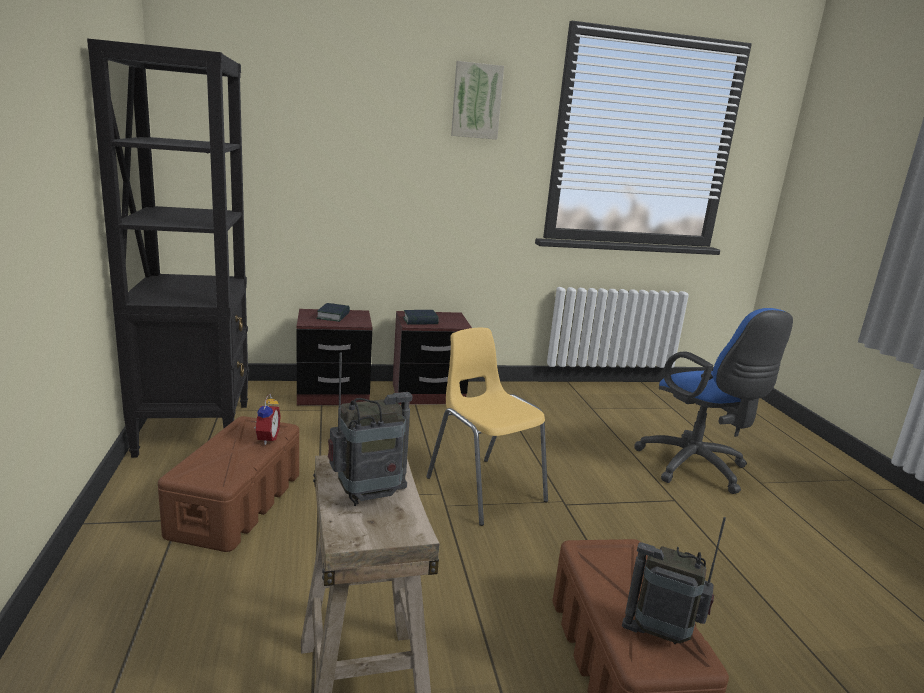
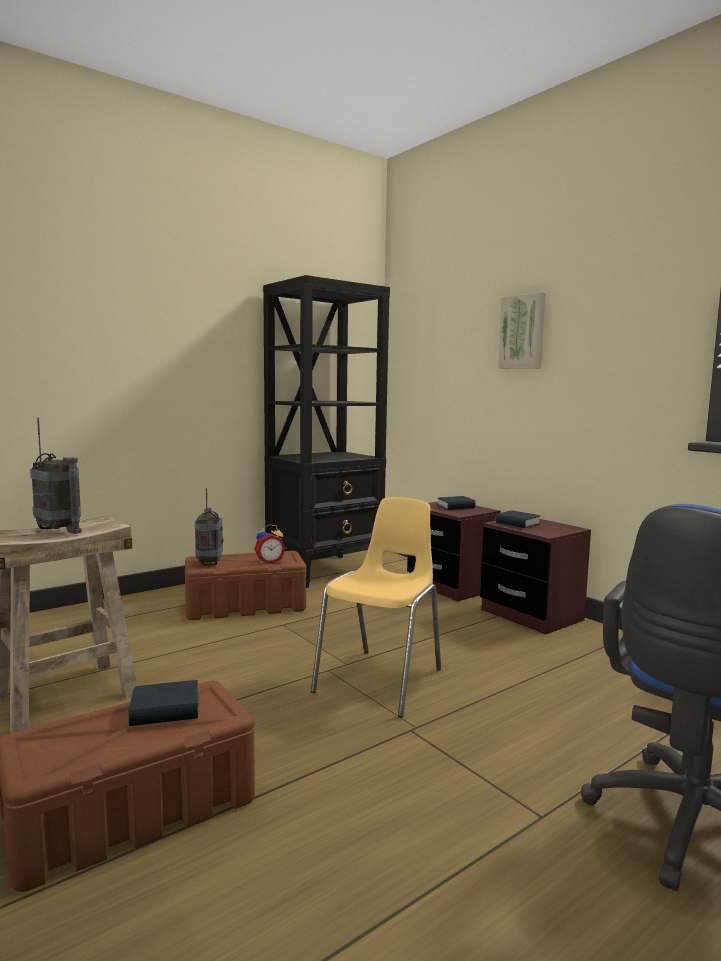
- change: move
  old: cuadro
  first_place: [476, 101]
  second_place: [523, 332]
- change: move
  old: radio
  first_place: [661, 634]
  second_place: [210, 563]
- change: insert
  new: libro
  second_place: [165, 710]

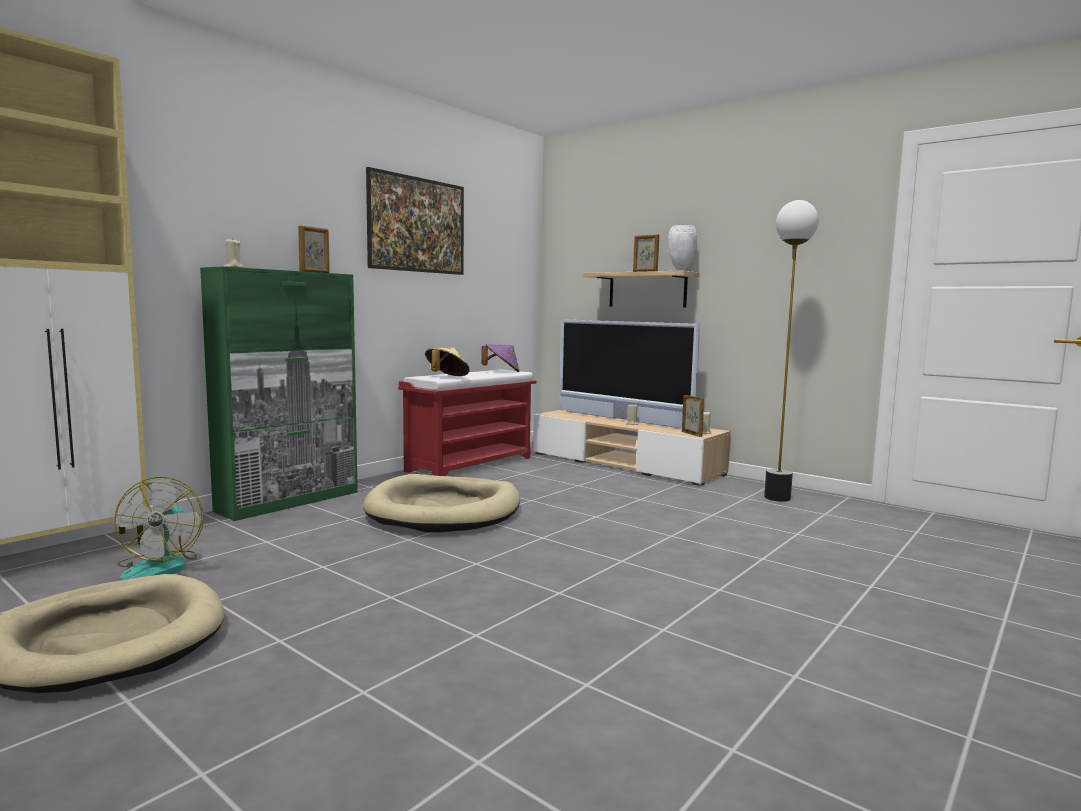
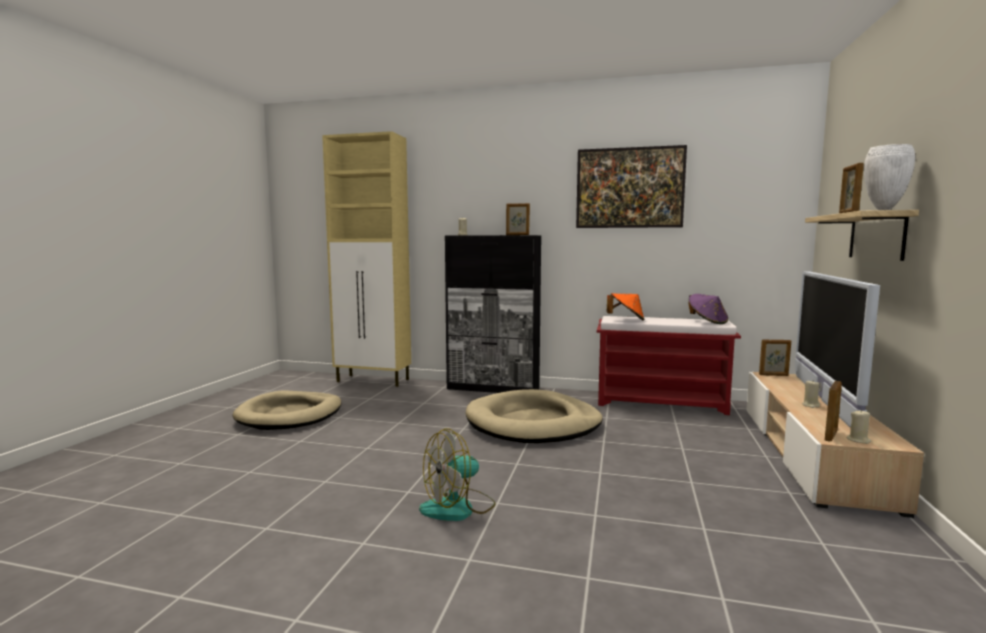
- change: delete
  old: lámpara de pie
  first_place: [777, 498]
- change: recolor
  old: armario (verde)
  new: armario (negro)
  first_place: [290, 501]
  second_place: [493, 388]
- change: recolor
  old: sombrero (beis)
  new: sombrero (naranja)
  first_place: [446, 377]
  second_place: [626, 320]
- change: move
  old: ventilador
  first_place: [161, 566]
  second_place: [458, 507]
- change: insert
  new: portarretratos
  second_place: [773, 375]

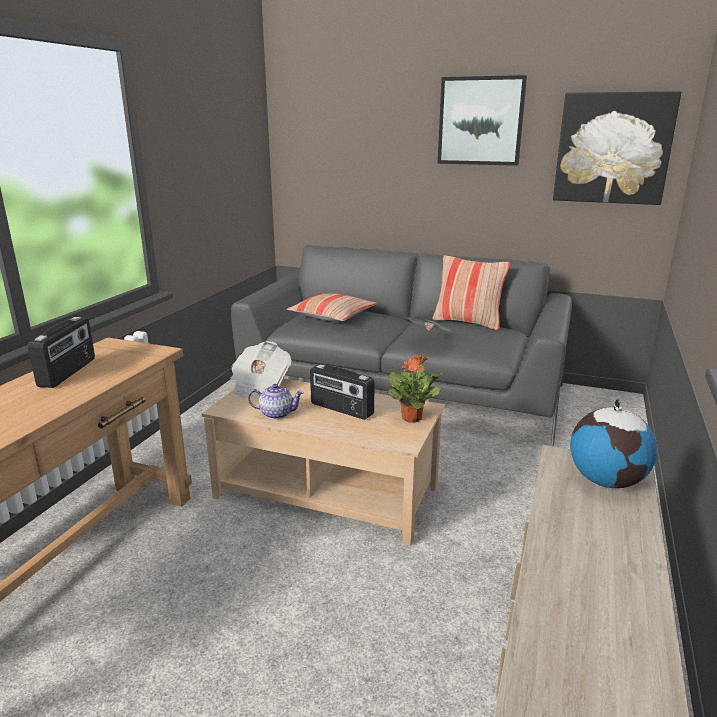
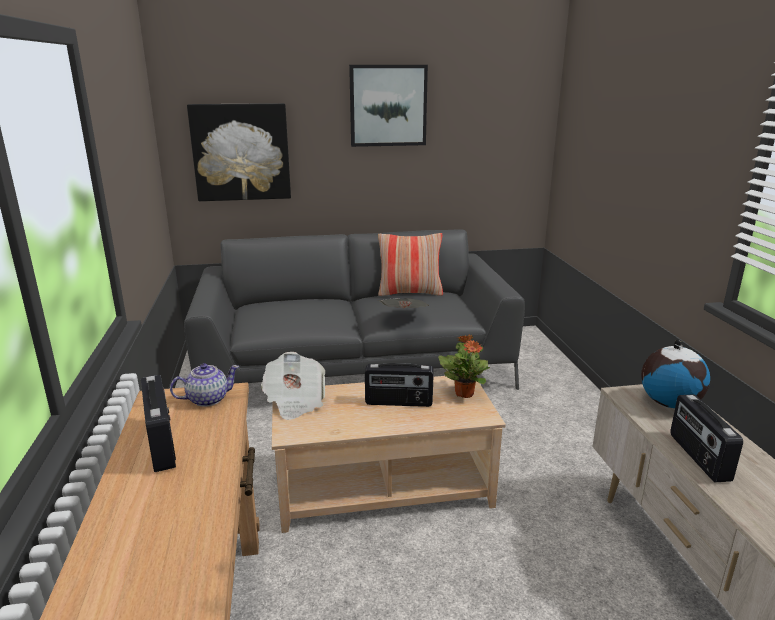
- change: move
  old: cuadro
  first_place: [613, 148]
  second_place: [241, 152]
- change: delete
  old: cojín
  first_place: [332, 316]
- change: move
  old: tetera
  first_place: [276, 414]
  second_place: [207, 399]
- change: insert
  new: radio
  second_place: [698, 457]

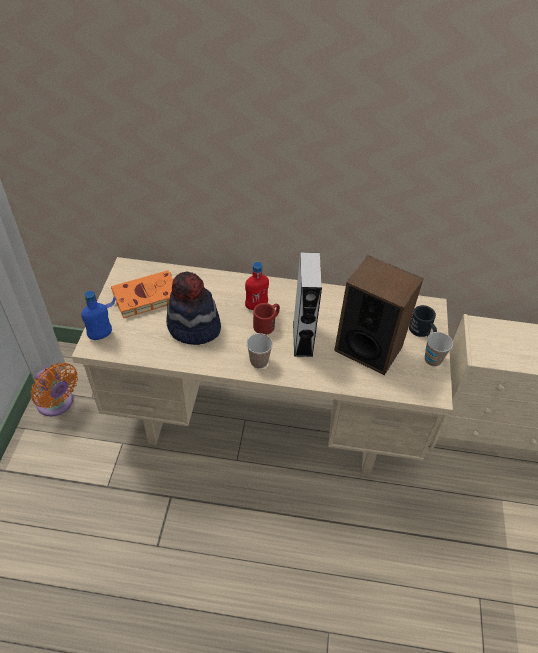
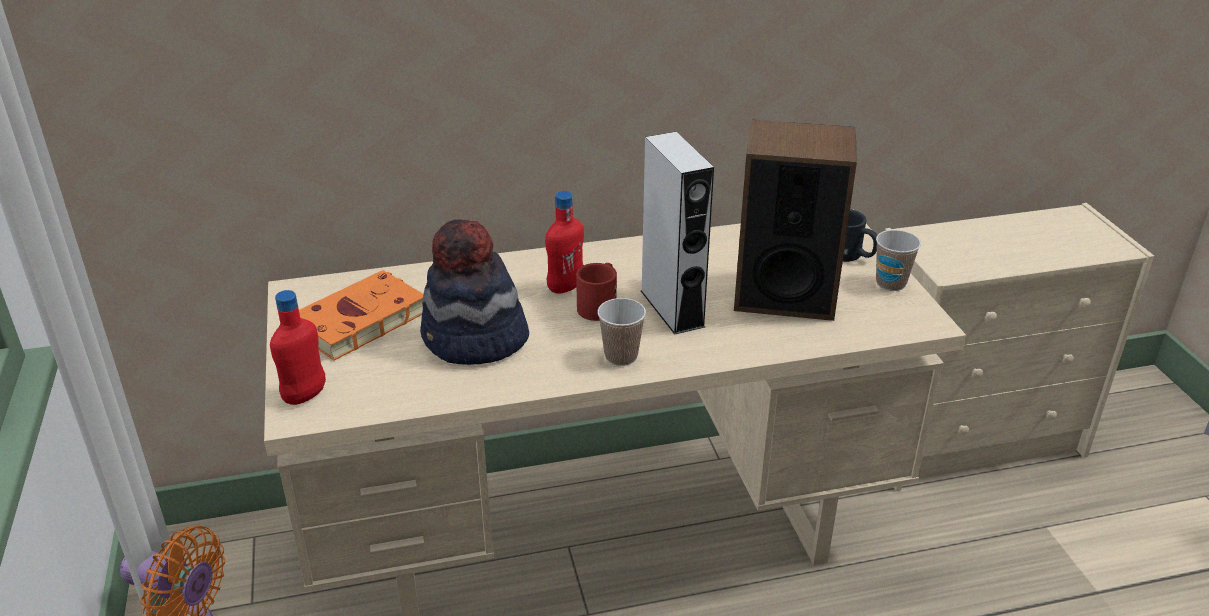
- change: recolor
  old: botella (azul)
  new: botella (rojo)
  first_place: [100, 335]
  second_place: [305, 396]

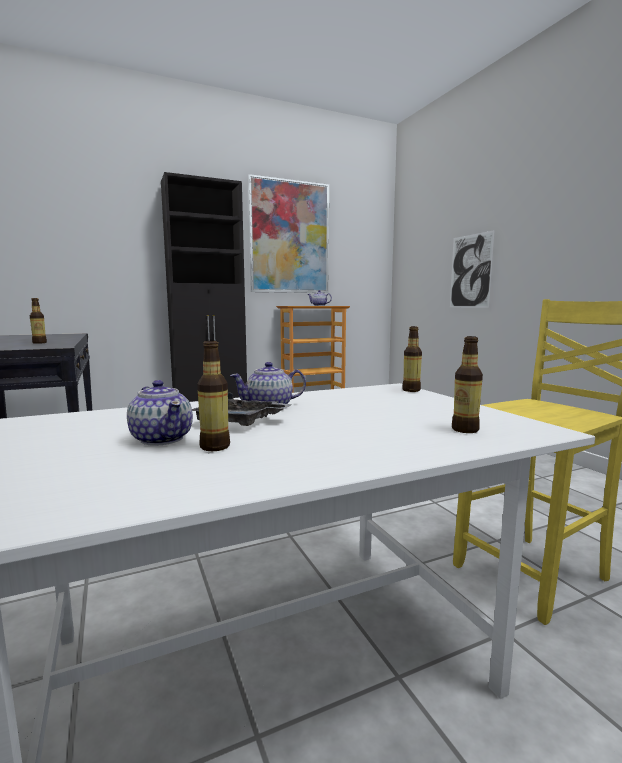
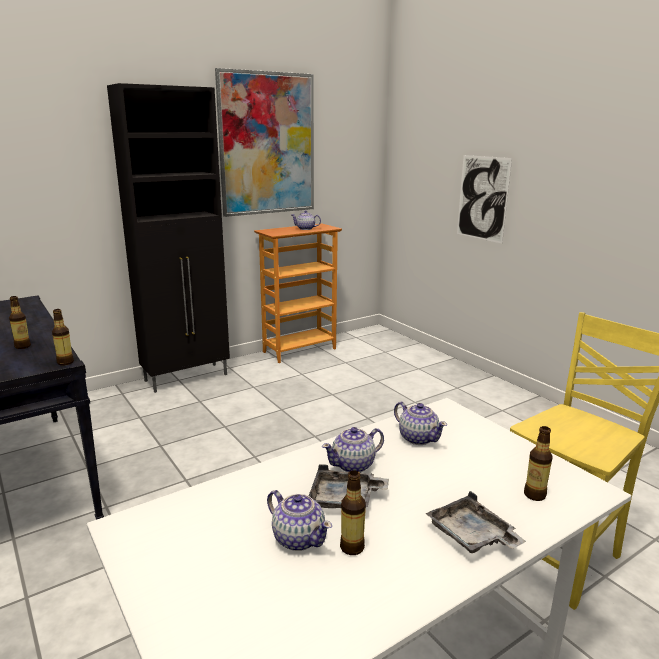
- change: move
  old: botella
  first_place: [411, 390]
  second_place: [65, 362]
- change: insert
  new: tetera
  second_place: [418, 438]
- change: insert
  new: bandeja (gris)
  second_place: [471, 536]

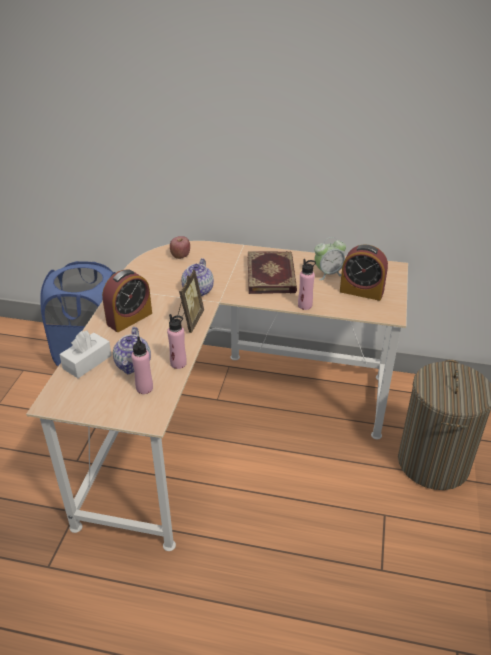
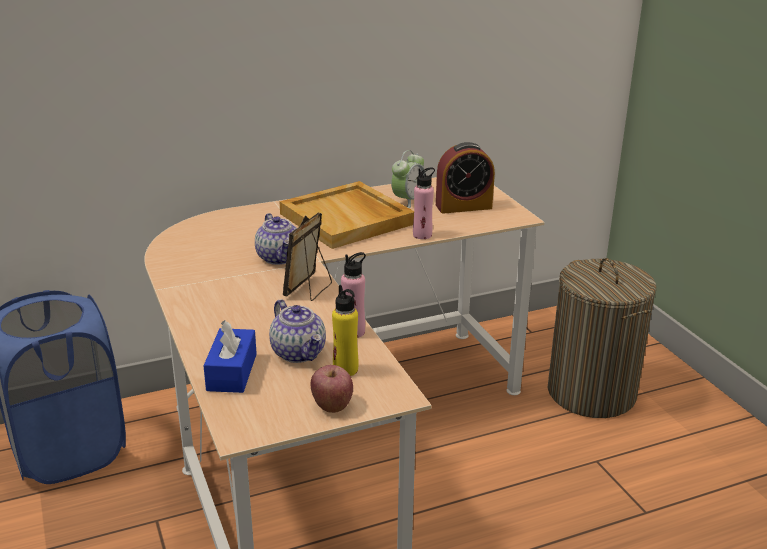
- change: move
  old: manzana
  first_place: [180, 255]
  second_place: [332, 405]
- change: replace
  old: libro
  new: bandeja (beis)
  first_place: [272, 275]
  second_place: [348, 219]
- change: delete
  old: despertador
  first_place: [129, 318]
- change: rotate
  old: portarretratos
  first_place: [189, 321]
  second_place: [309, 289]
  degrees: -135
- change: recolor
  old: caja de pañuelos (blanco)
  new: caja de pañuelos (azul)
  first_place: [87, 362]
  second_place: [232, 372]
- change: recolor
  old: botella (rosa)
  new: botella (amarillo)
  first_place: [144, 388]
  second_place: [345, 369]

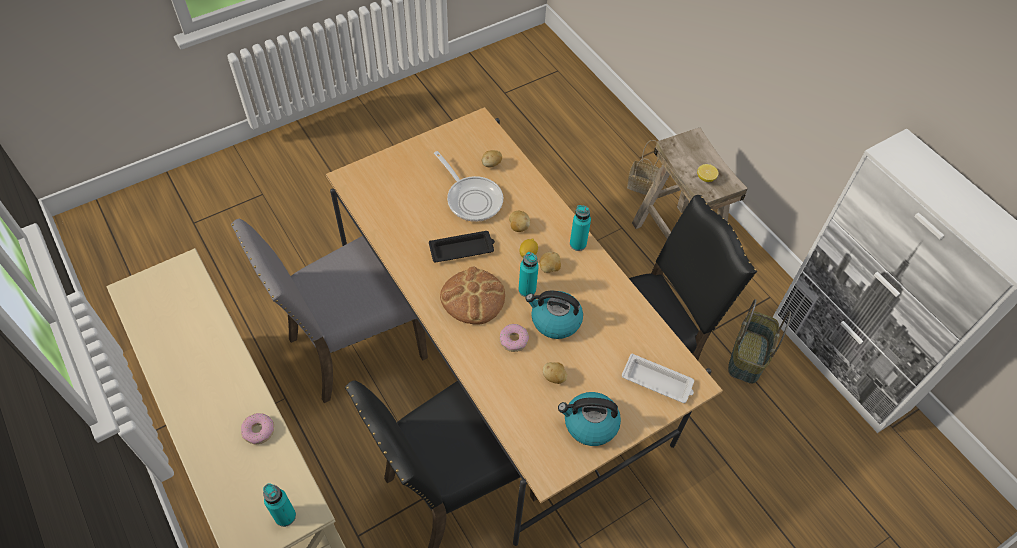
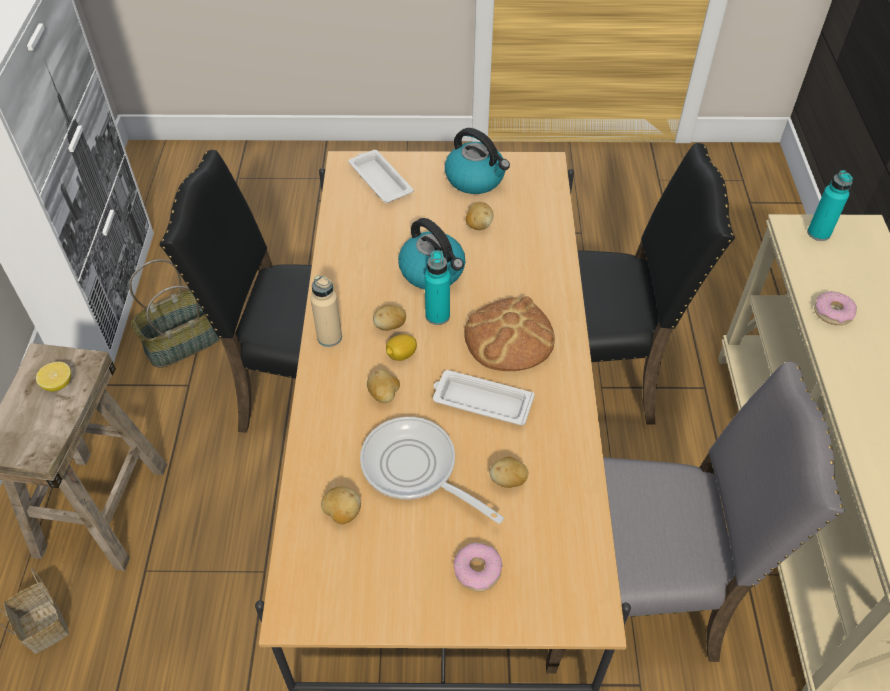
- change: rotate
  old: sartén
  first_place: [472, 199]
  second_place: [415, 469]
  degrees: -45
- change: recolor
  old: botella (turquesa)
  new: botella (beis)
  first_place: [578, 244]
  second_place: [329, 337]
- change: recolor
  old: bandeja (negro)
  new: bandeja (blanco)
  first_place: [462, 249]
  second_place: [481, 401]
- change: move
  old: rosquilla
  first_place: [513, 340]
  second_place: [477, 570]
- change: insert
  new: patata
  second_place: [508, 480]

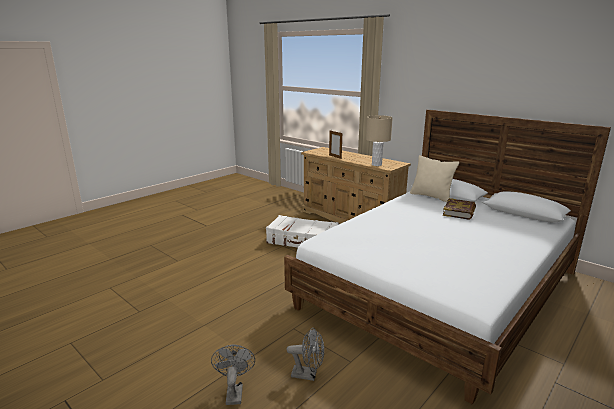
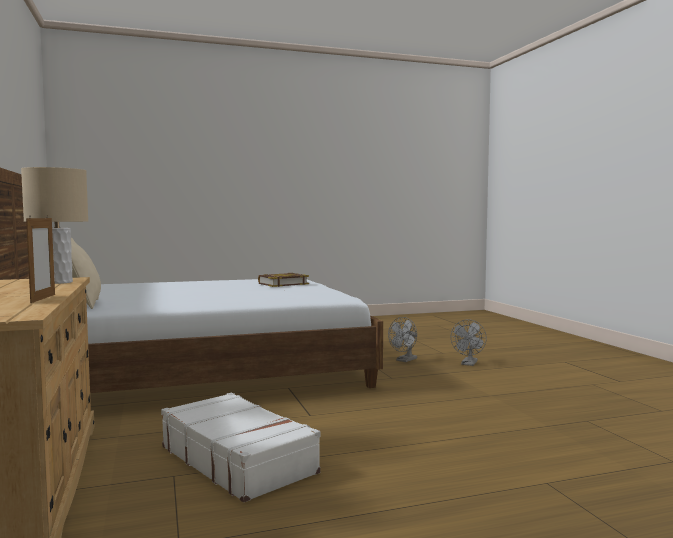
- change: move
  old: libro
  first_place: [459, 212]
  second_place: [283, 284]
- change: rotate
  old: ventilador (gris)
  first_place: [308, 375]
  second_place: [404, 360]
  degrees: -90

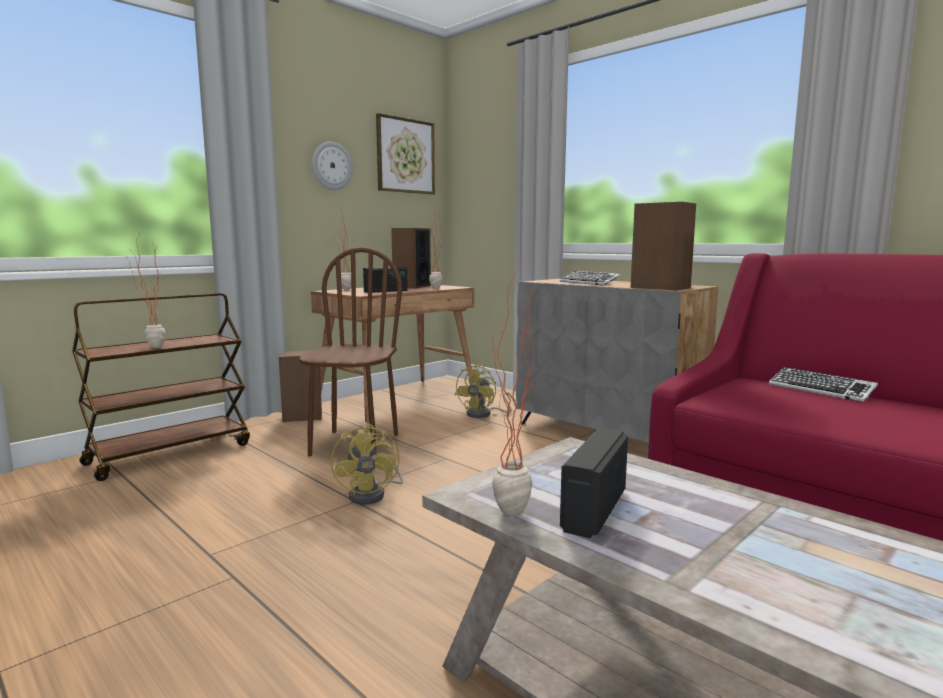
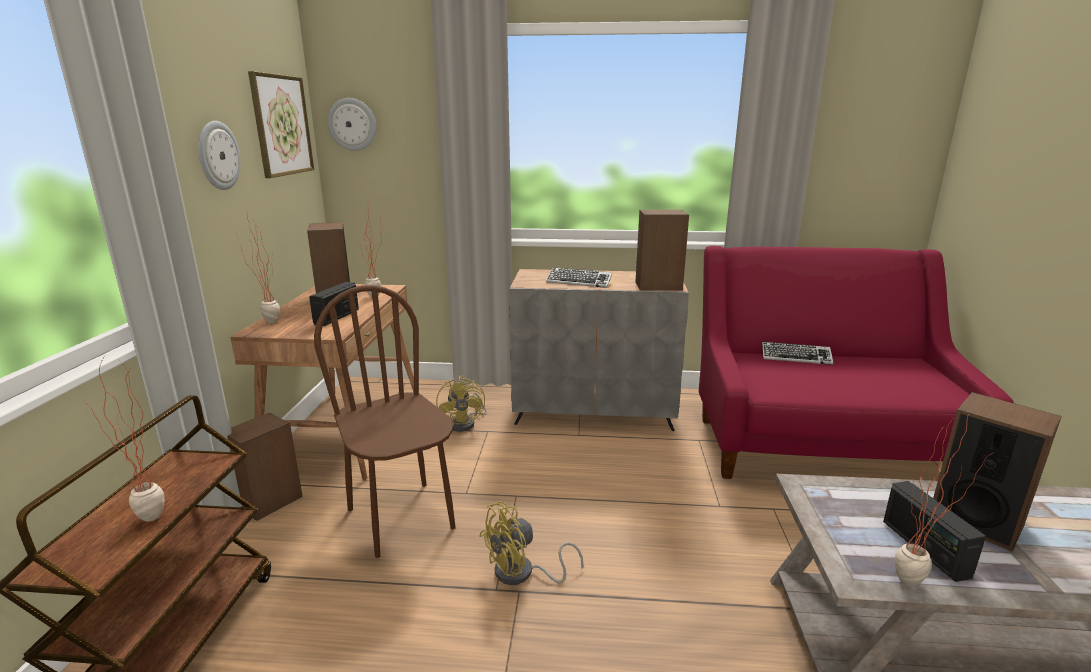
- change: rotate
  old: ventilador (amarillo)
  first_place: [373, 494]
  second_place: [522, 574]
  degrees: 105
- change: insert
  new: reloj de pared
  second_place: [352, 124]
- change: insert
  new: altavoz
  second_place: [975, 520]

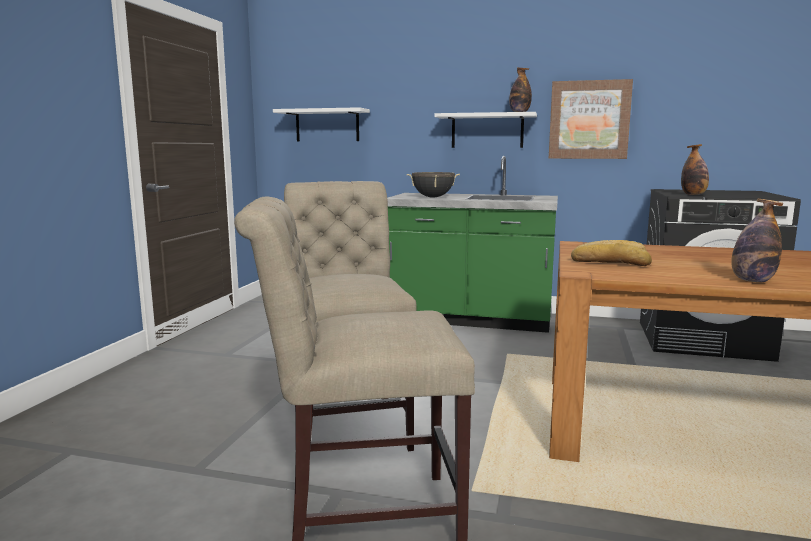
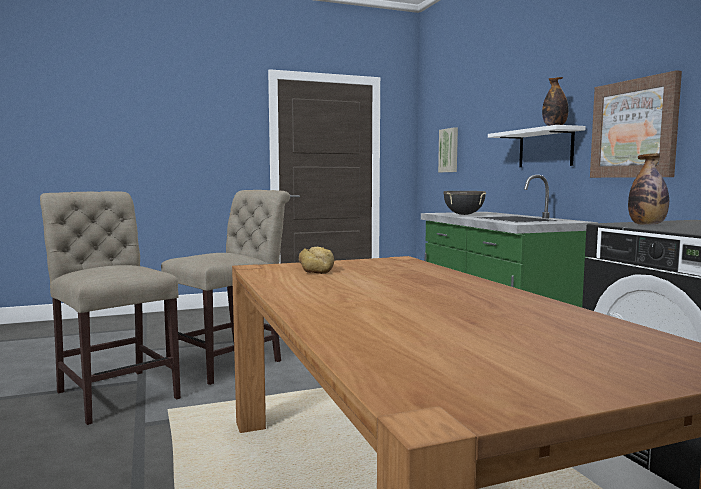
- change: replace
  old: estante (blanco)
  new: cuadro
  first_place: [327, 125]
  second_place: [449, 150]
- change: delete
  old: botella
  first_place: [752, 281]

